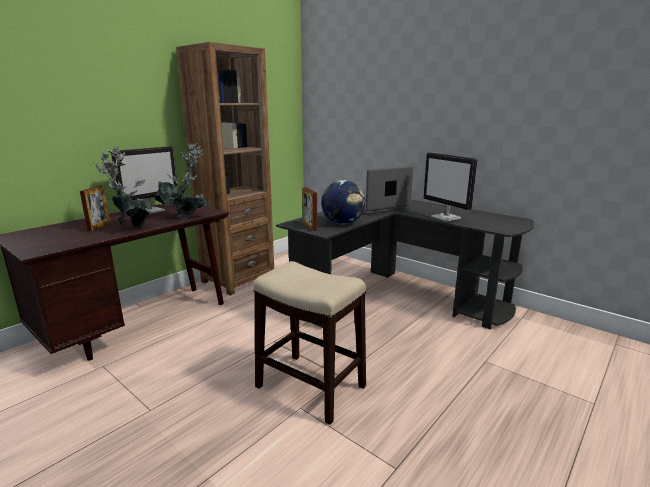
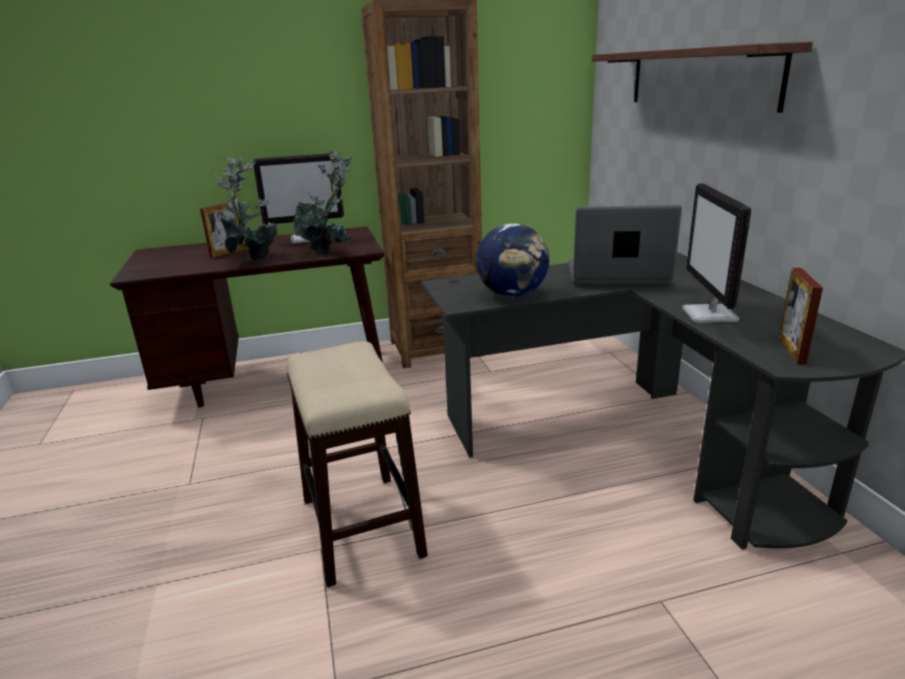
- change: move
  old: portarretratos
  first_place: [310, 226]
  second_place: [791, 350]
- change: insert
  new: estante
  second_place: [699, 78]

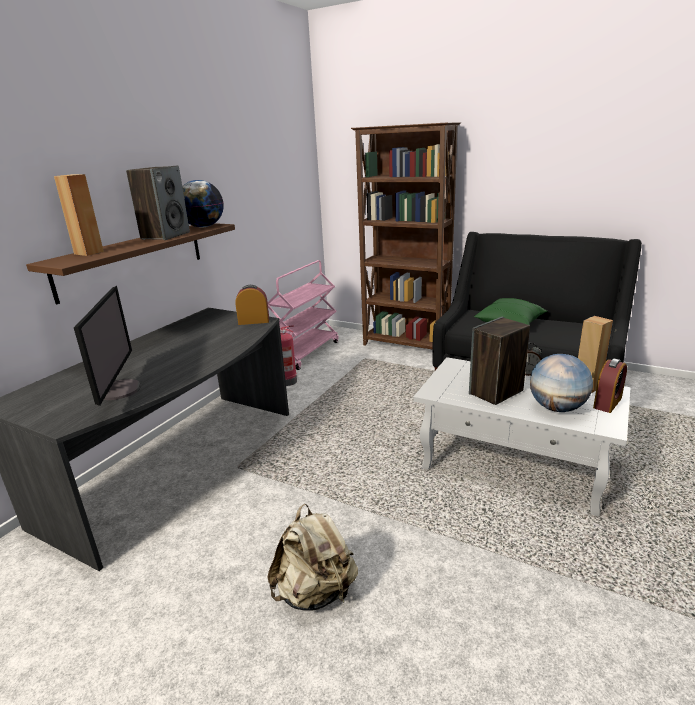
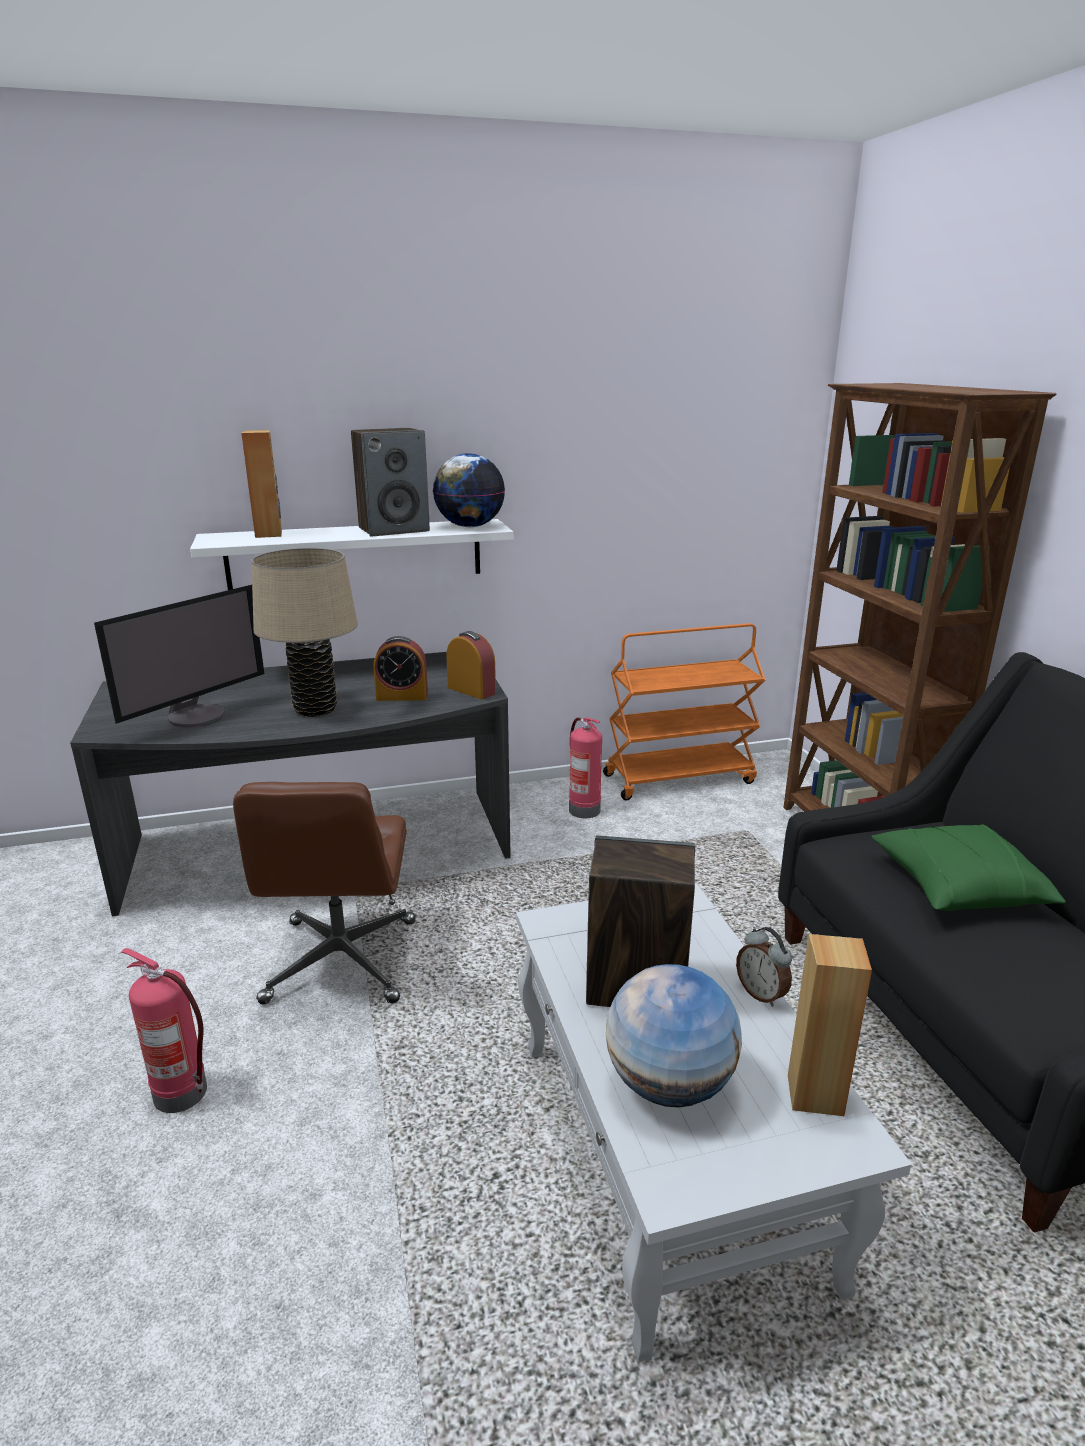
- change: recolor
  old: estante (marrón)
  new: estante (blanco)
  first_place: [133, 259]
  second_place: [355, 553]
- change: recolor
  old: carrito (rosa)
  new: carrito (naranja)
  first_place: [306, 352]
  second_place: [679, 778]
- change: move
  old: despertador
  first_place: [607, 403]
  second_place: [402, 696]
- change: replace
  old: mochila (beis)
  new: extintor
  first_place: [315, 592]
  second_place: [183, 1092]
- change: insert
  new: lámpara de mesa (beis)
  second_place: [315, 709]
- change: insert
  new: silla de oficina (marrón)
  second_place: [341, 962]

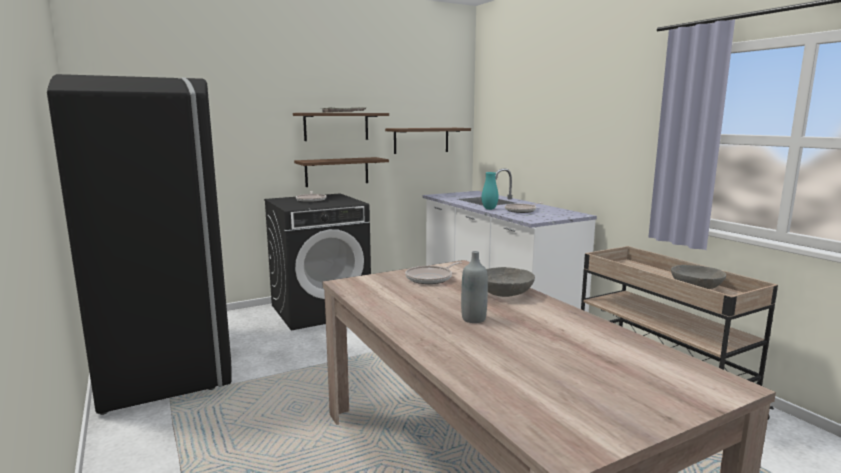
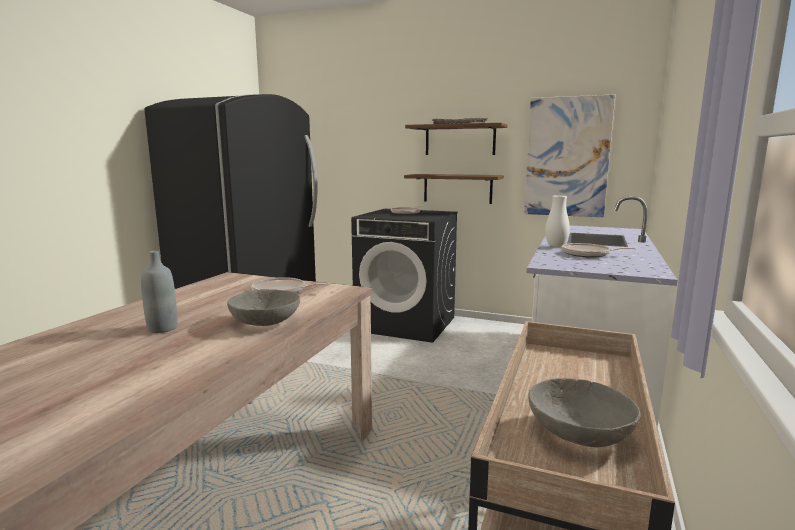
- change: replace
  old: estante (marrón)
  new: cuadro
  first_place: [421, 140]
  second_place: [567, 157]
- change: recolor
  old: florero (turquesa)
  new: florero (blanco)
  first_place: [489, 209]
  second_place: [555, 246]

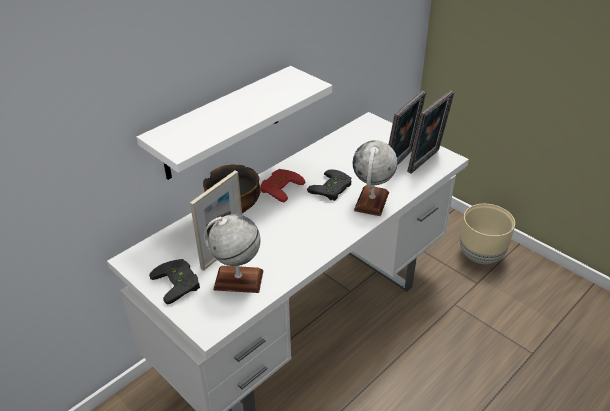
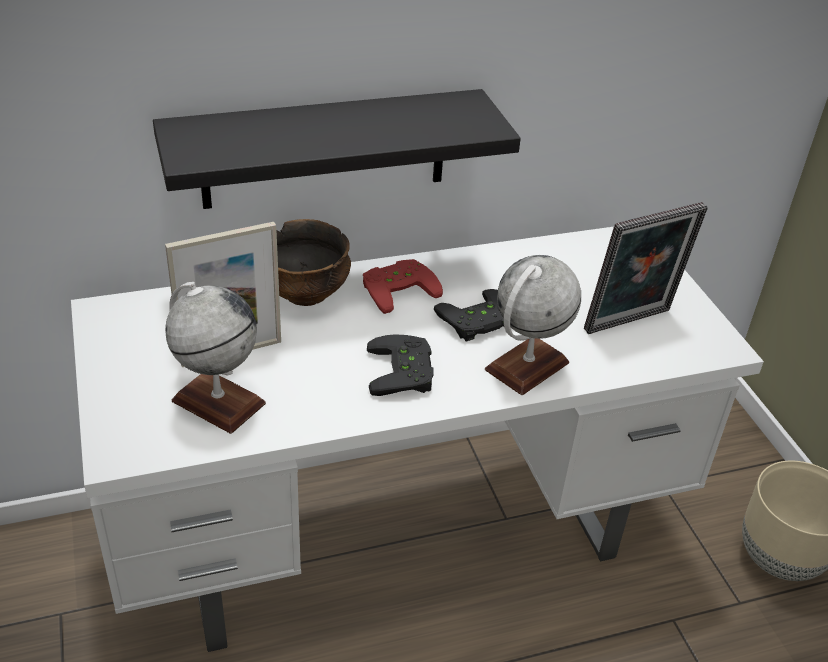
- change: recolor
  old: estante (blanco)
  new: estante (negro)
  first_place: [222, 123]
  second_place: [325, 149]
- change: delete
  old: portarretratos
  first_place: [426, 162]
- change: move
  old: mando de consola (negro)
  first_place: [179, 282]
  second_place: [405, 371]

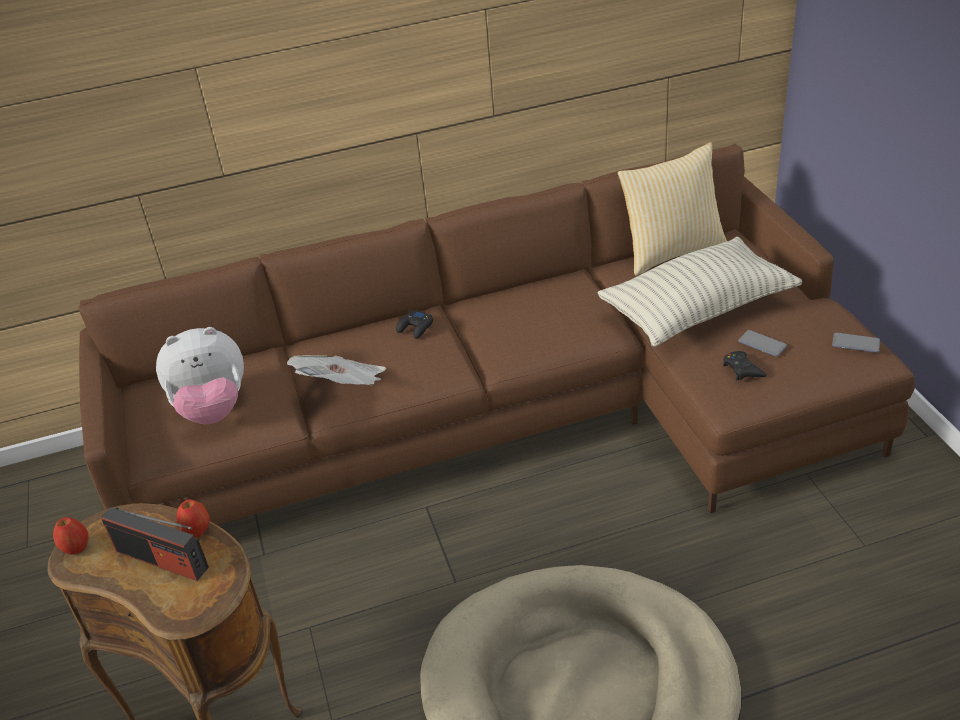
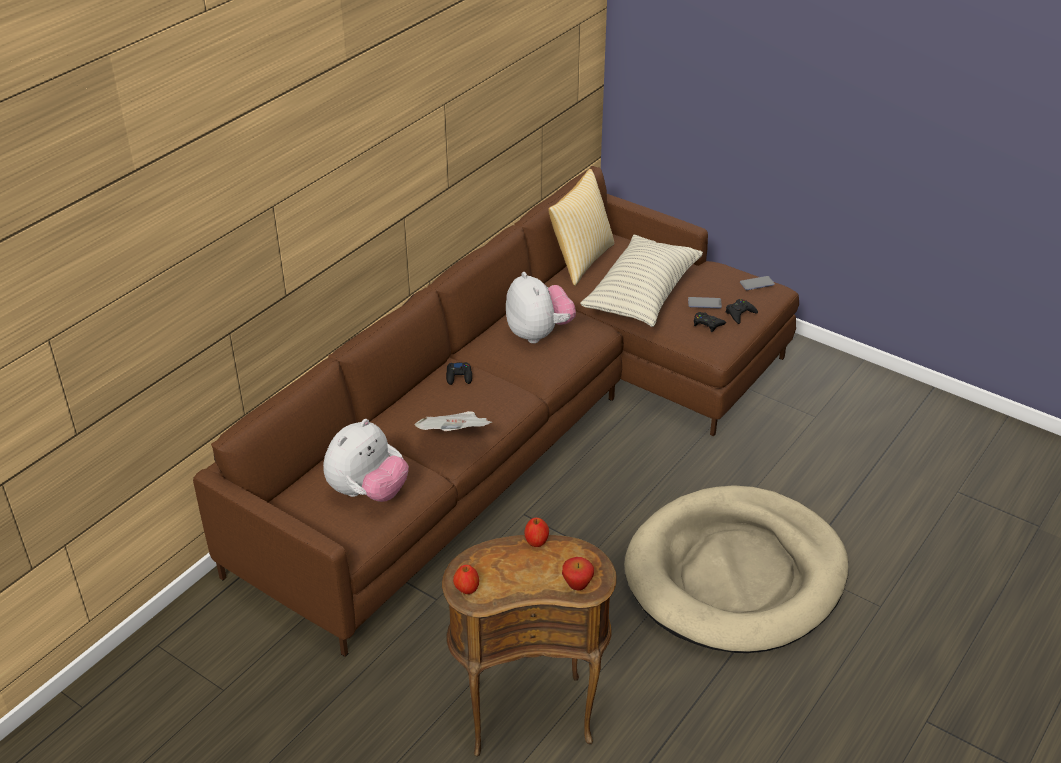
- change: delete
  old: radio
  first_place: [162, 559]
- change: insert
  new: peluche
  second_place: [539, 333]
- change: insert
  new: mando de consola (negro)
  second_place: [740, 314]
- change: insert
  new: manzana
  second_place: [577, 586]

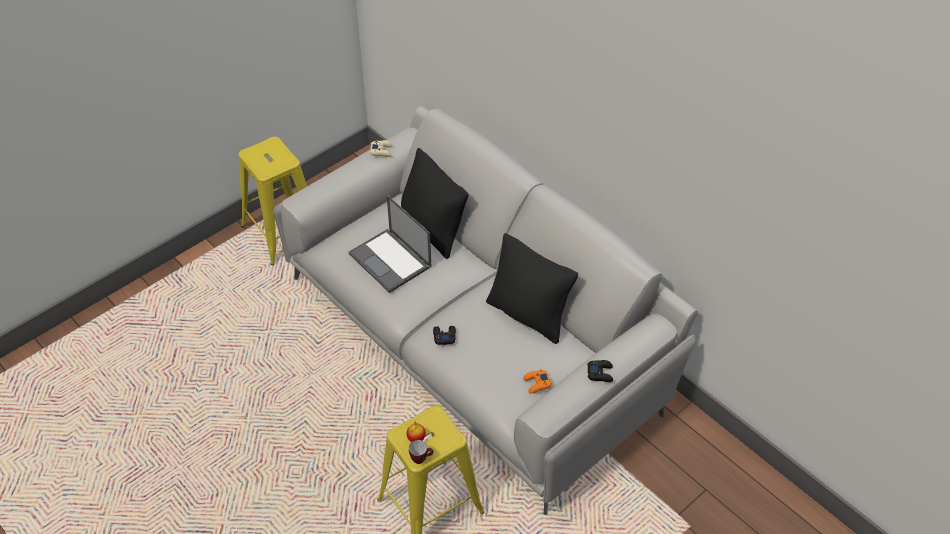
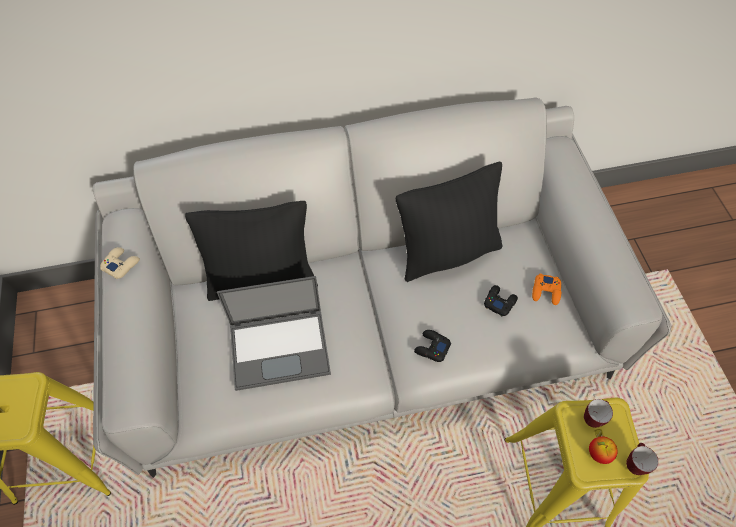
- change: move
  old: mando de consola (negro)
  first_place: [600, 373]
  second_place: [499, 302]
- change: insert
  new: taza grande
  second_place: [592, 417]

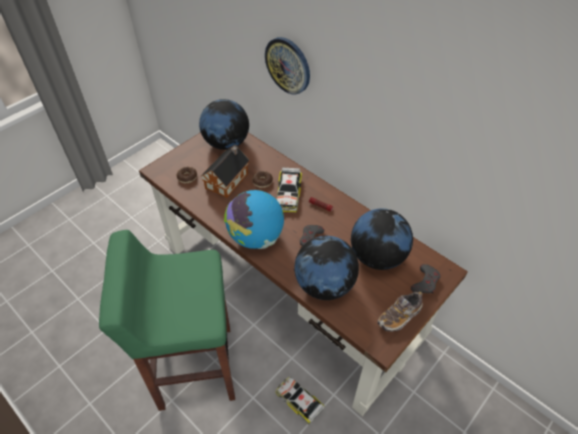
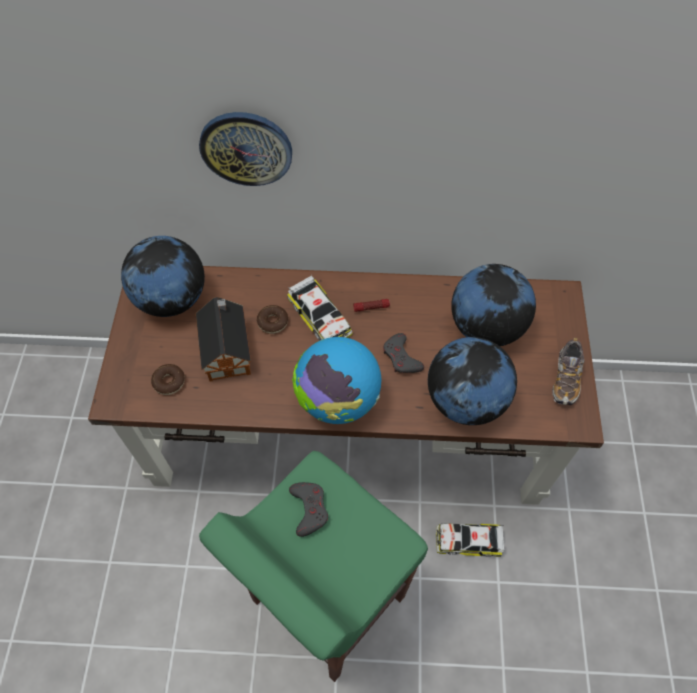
- change: move
  old: mando de consola (gris)
  first_place: [425, 282]
  second_place: [309, 509]

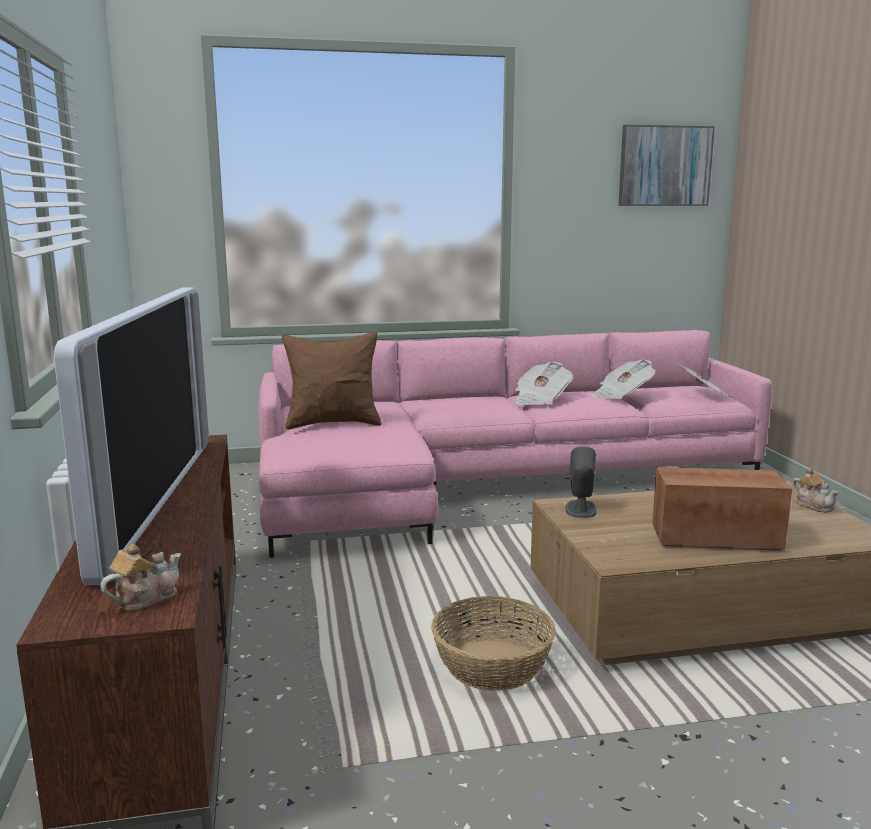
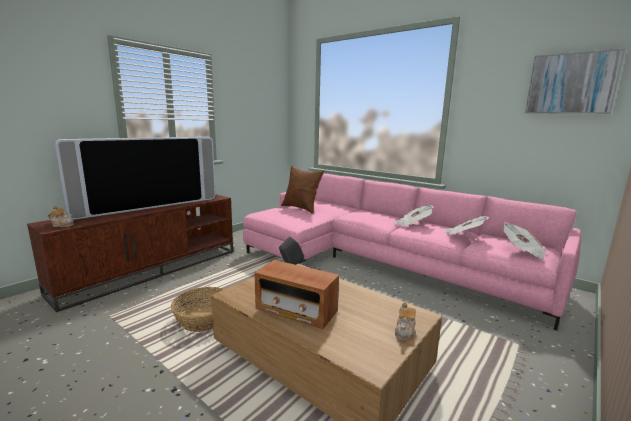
- change: rotate
  old: radio
  first_place: [715, 538]
  second_place: [296, 311]
  degrees: 150

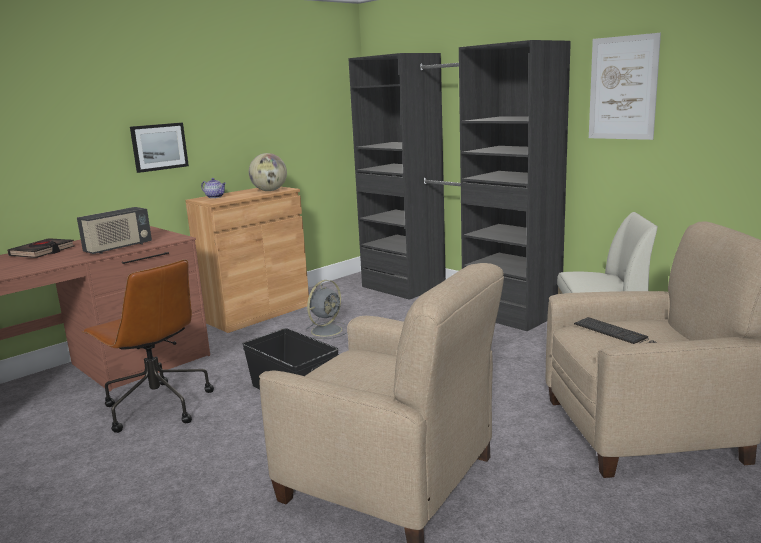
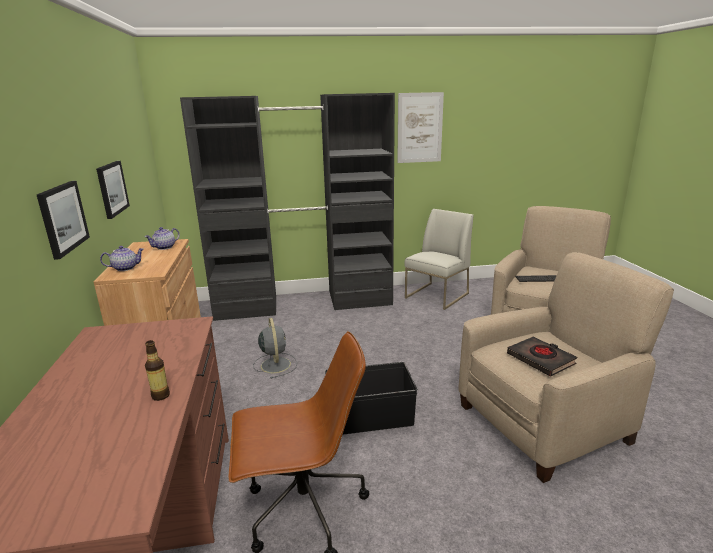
- change: replace
  old: globo terráqueo
  new: tetera
  first_place: [269, 191]
  second_place: [164, 247]
- change: delete
  old: radio
  first_place: [118, 248]
- change: move
  old: libro (negro)
  first_place: [42, 252]
  second_place: [541, 359]
- change: insert
  new: cuadro
  second_place: [112, 188]
- change: insert
  new: botella
  second_place: [160, 396]

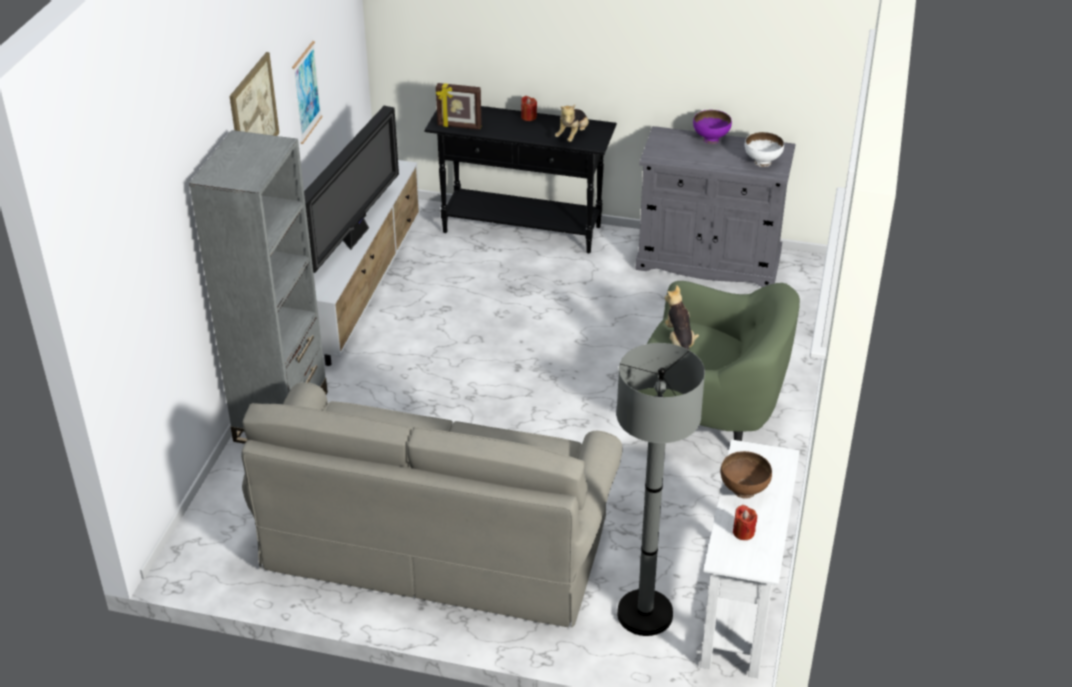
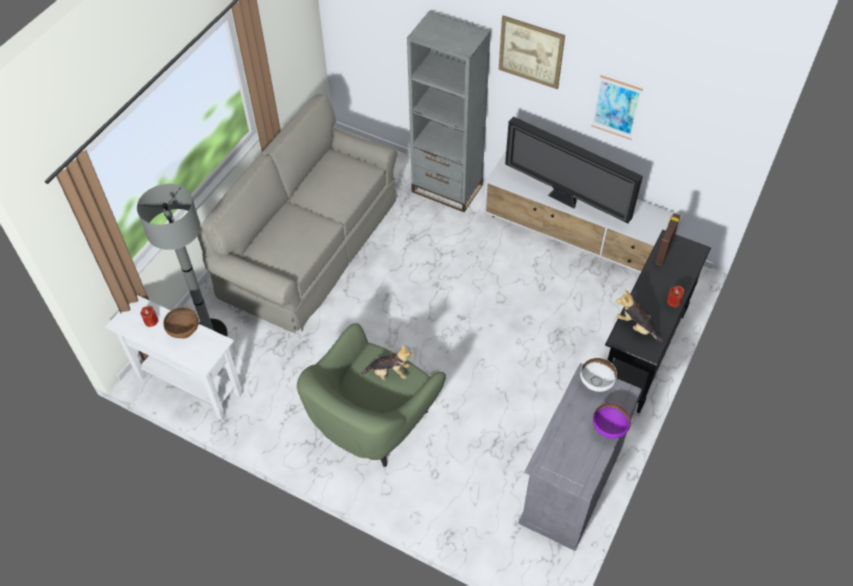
- change: move
  old: cuenco (blanco)
  first_place: [762, 162]
  second_place: [596, 384]

